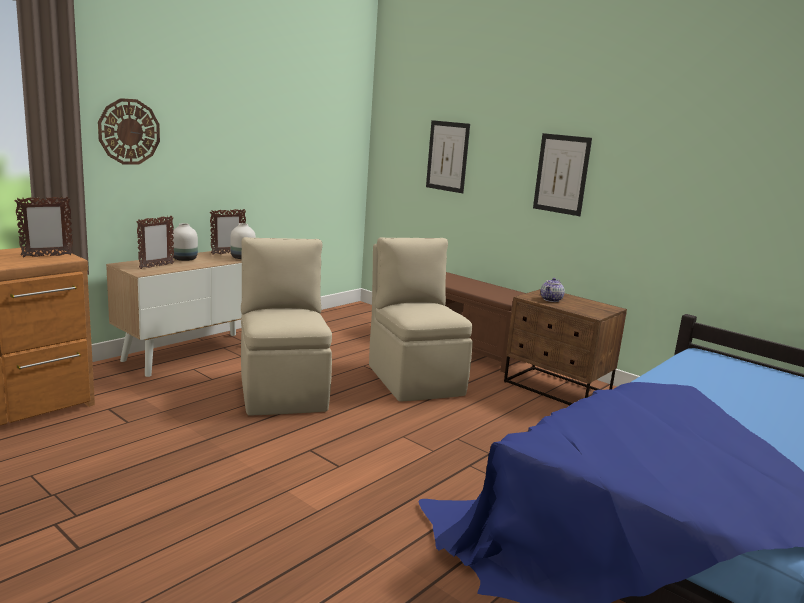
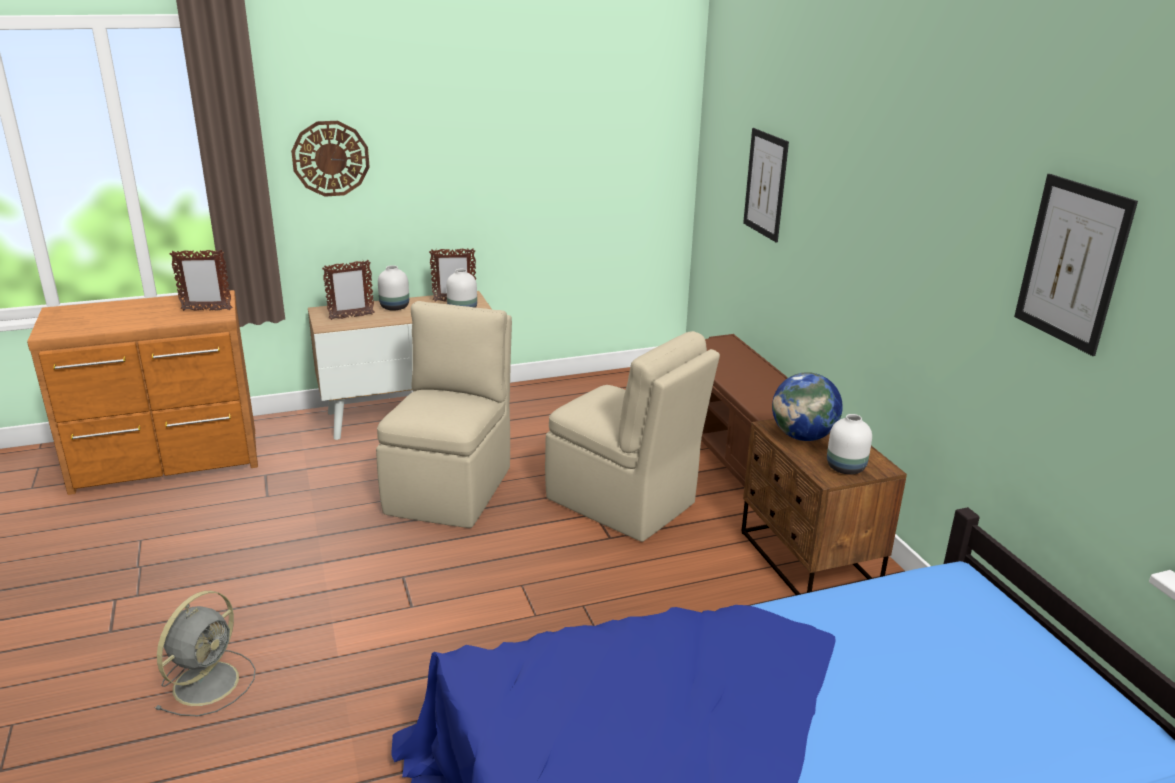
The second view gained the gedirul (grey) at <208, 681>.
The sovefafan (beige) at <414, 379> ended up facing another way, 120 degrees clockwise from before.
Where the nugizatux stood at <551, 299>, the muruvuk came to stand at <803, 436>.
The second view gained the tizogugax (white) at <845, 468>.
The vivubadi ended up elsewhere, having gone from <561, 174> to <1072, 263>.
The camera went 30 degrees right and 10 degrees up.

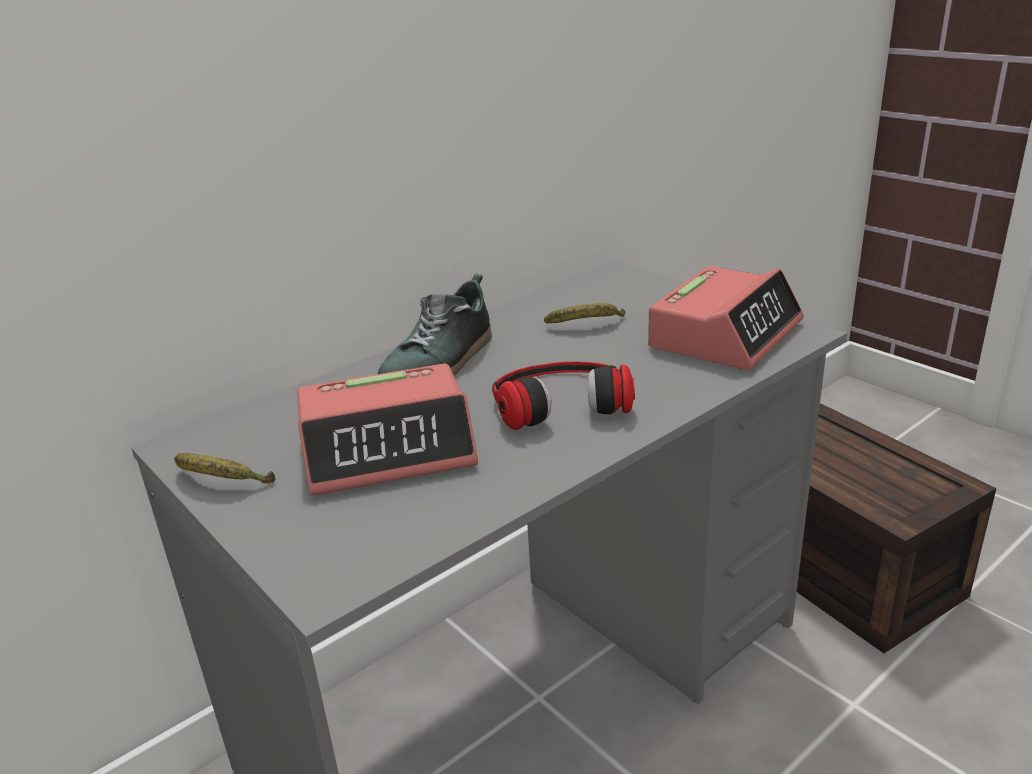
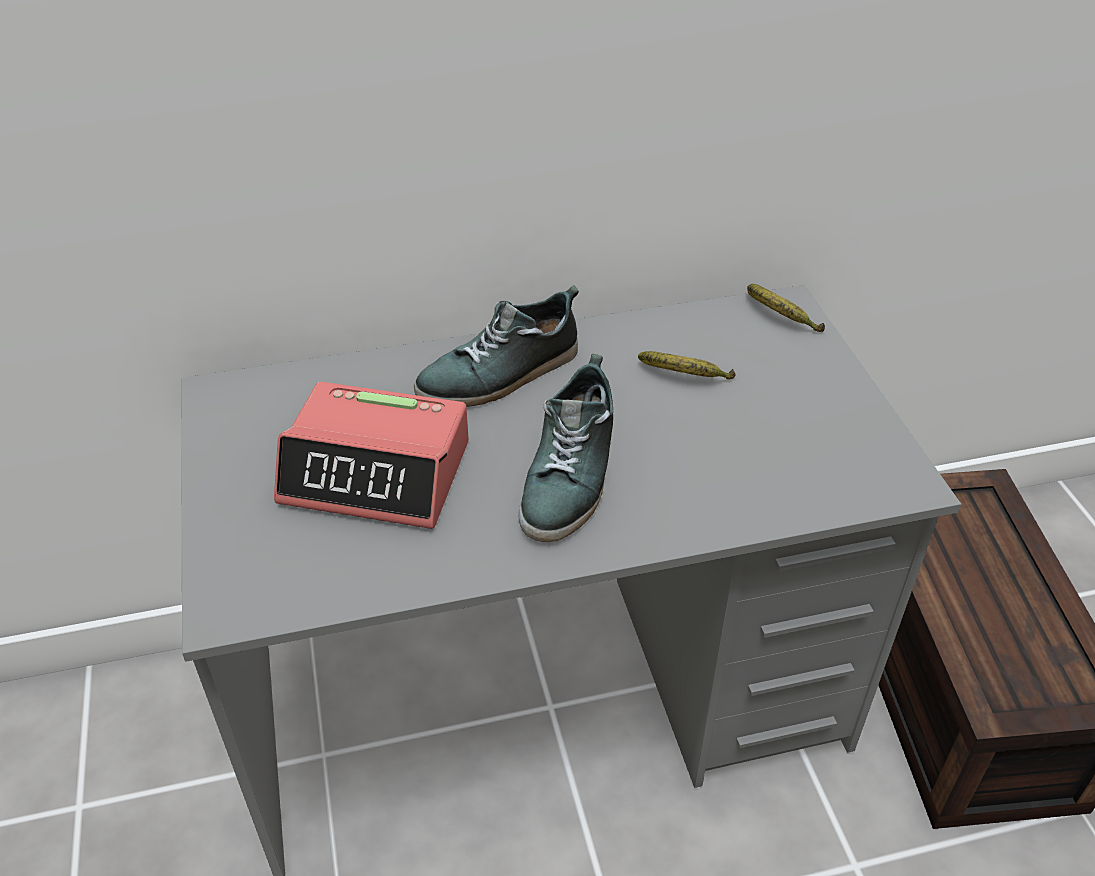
Where the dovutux stood at <559, 400>, the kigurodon came to stand at <571, 475>.
The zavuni ended up elsewhere, having gone from <221, 482> to <779, 317>.
The second view lost the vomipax at <725, 334>.
The camera went 25 degrees right and 15 degrees up.

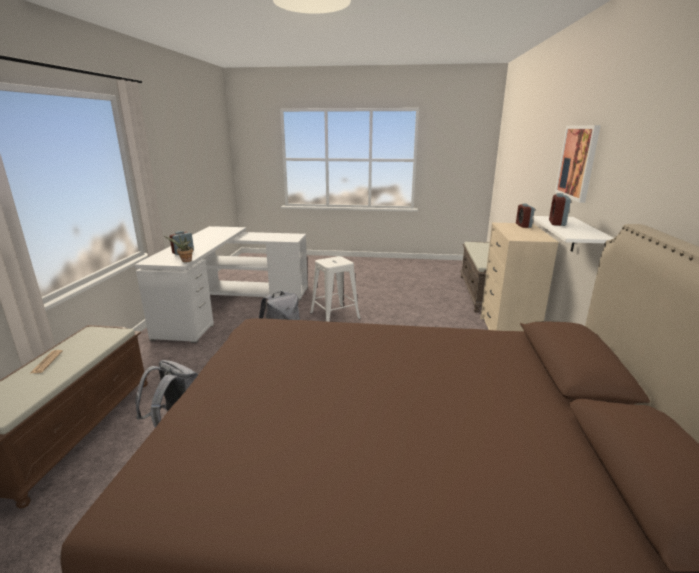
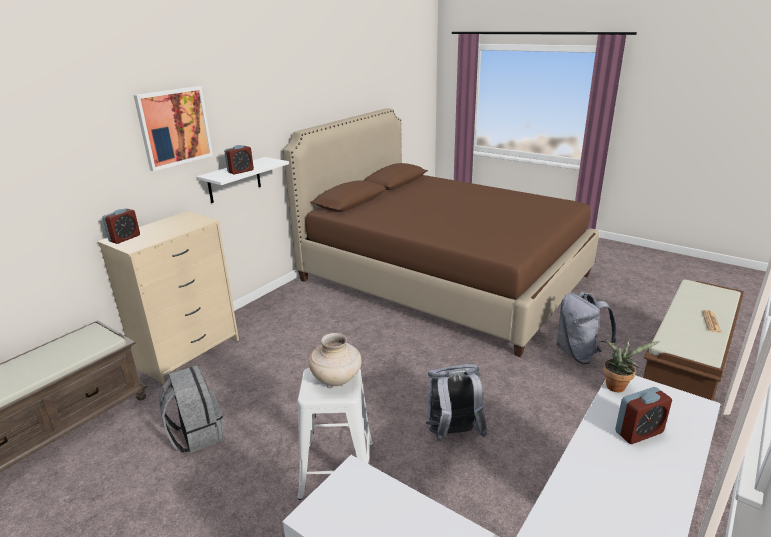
The second view gained the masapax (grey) at <196, 434>.
The second view gained the tizogugax (beige) at <336, 379>.
The camera went 150 degrees left and 5 degrees up.

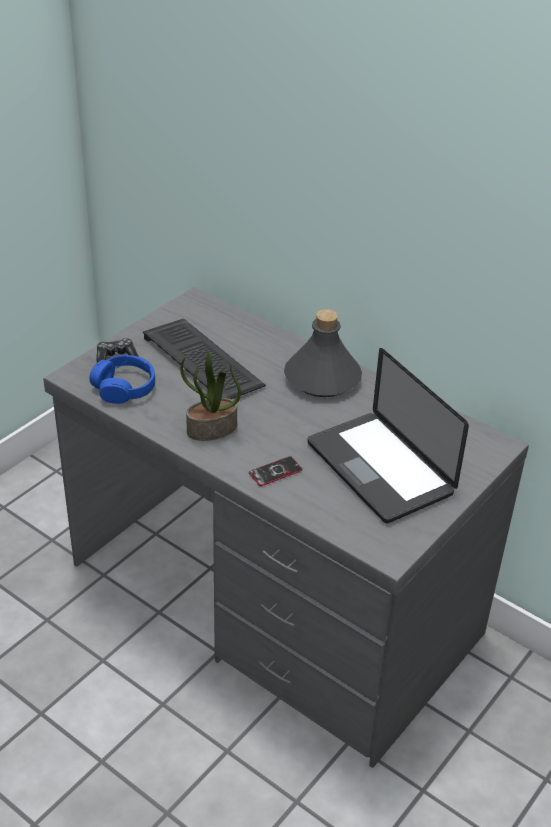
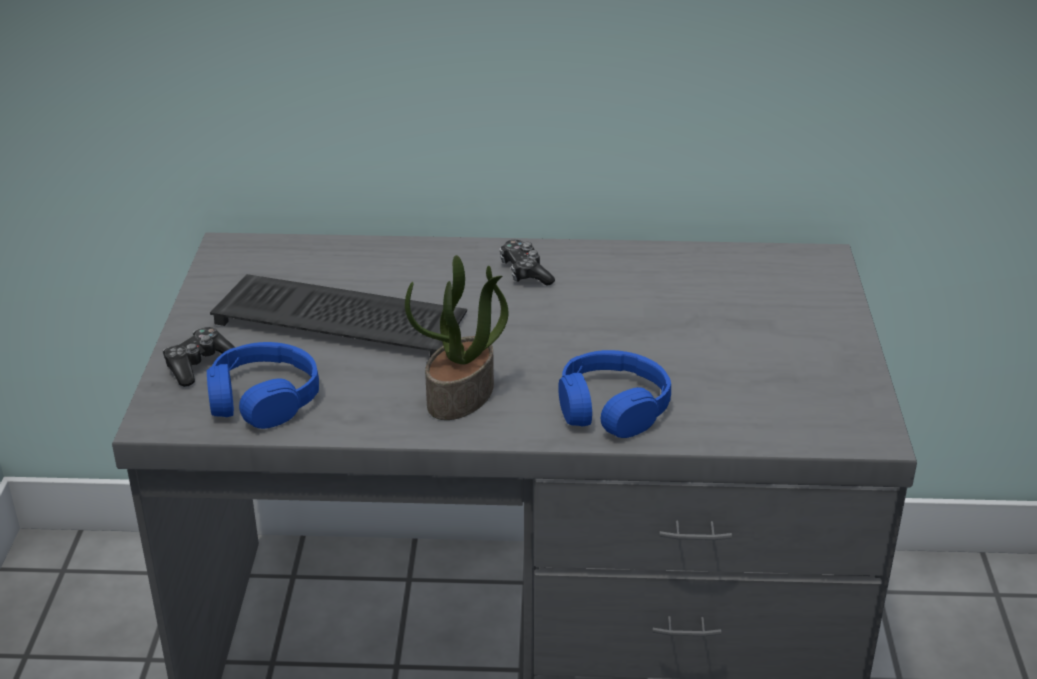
Where the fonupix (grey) stood at <322, 378>, the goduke came to stand at <525, 272>.
Where the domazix stood at <275, 472>, the dovutux (blue) came to stand at <612, 408>.
The second view lost the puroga at <379, 468>.
The camera went 35 degrees left and 5 degrees down.

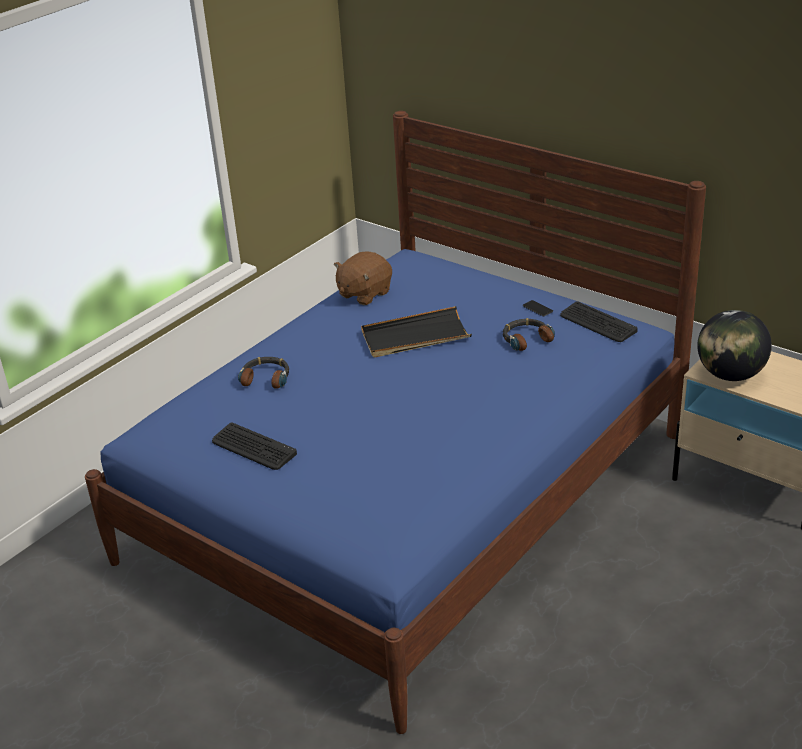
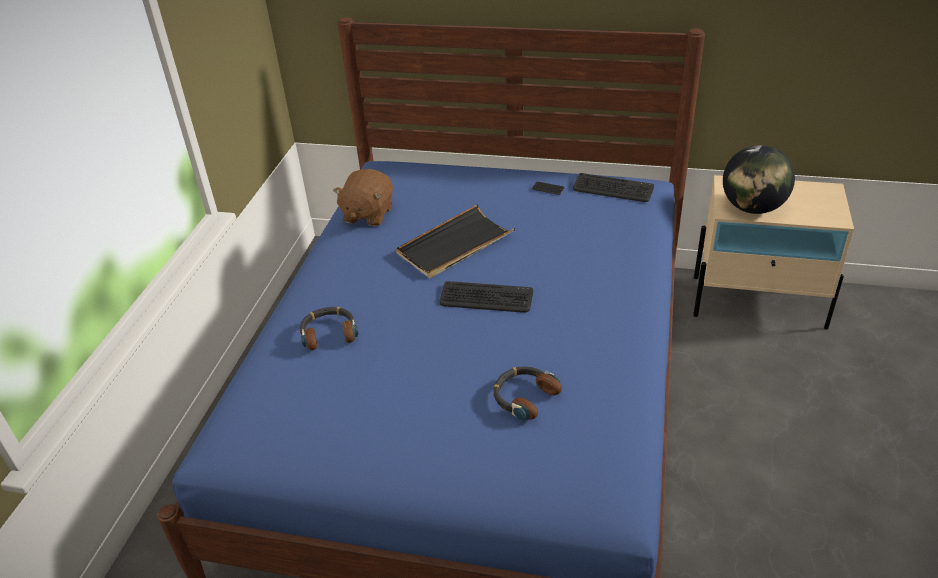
The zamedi ended up elsewhere, having gone from <253, 448> to <486, 298>.
The dovutux ended up elsewhere, having gone from <526, 339> to <524, 396>.
The camera went 25 degrees left and 5 degrees up.

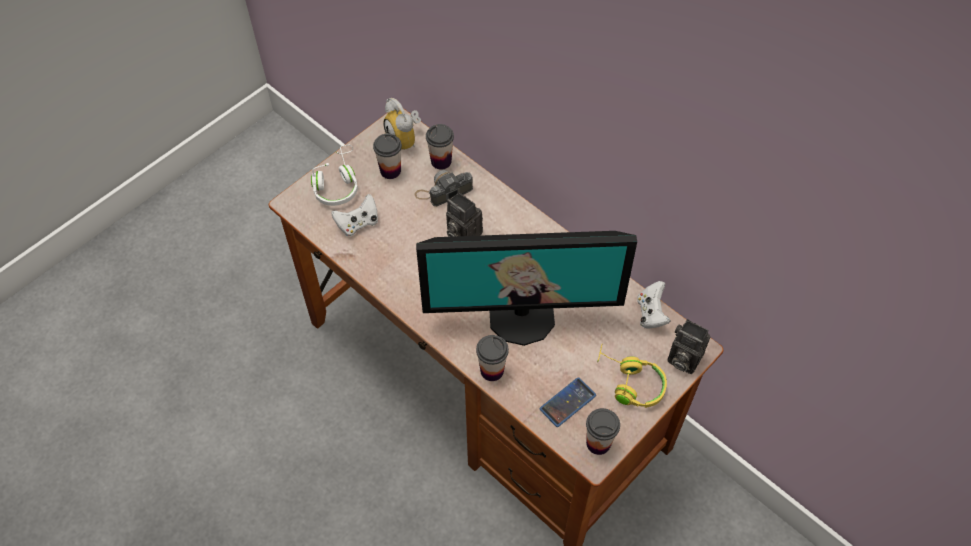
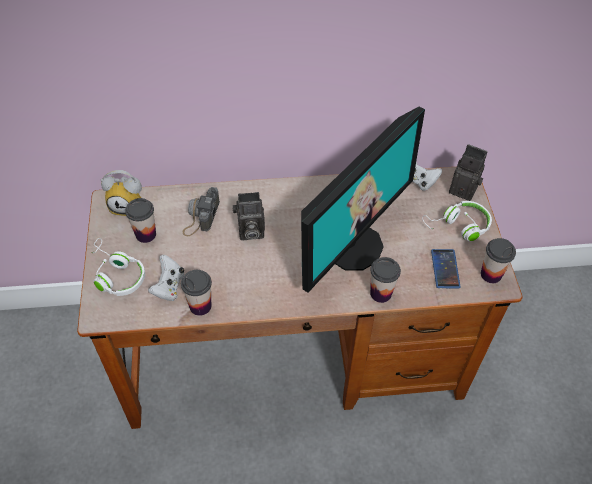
The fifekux ended up elsewhere, having gone from <441, 161> to <200, 306>.
What was the dovutux (yellow) at <629, 382> turned into the dovutux (white) at <458, 226>.
The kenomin at <682, 359> ended up facing another way, 135 degrees counterclockwise from before.
The camera went 50 degrees left and 5 degrees down.

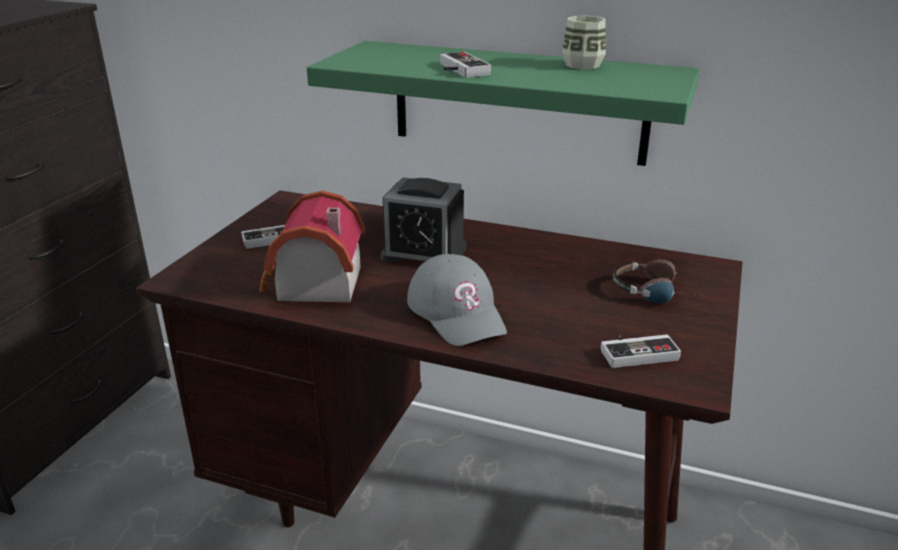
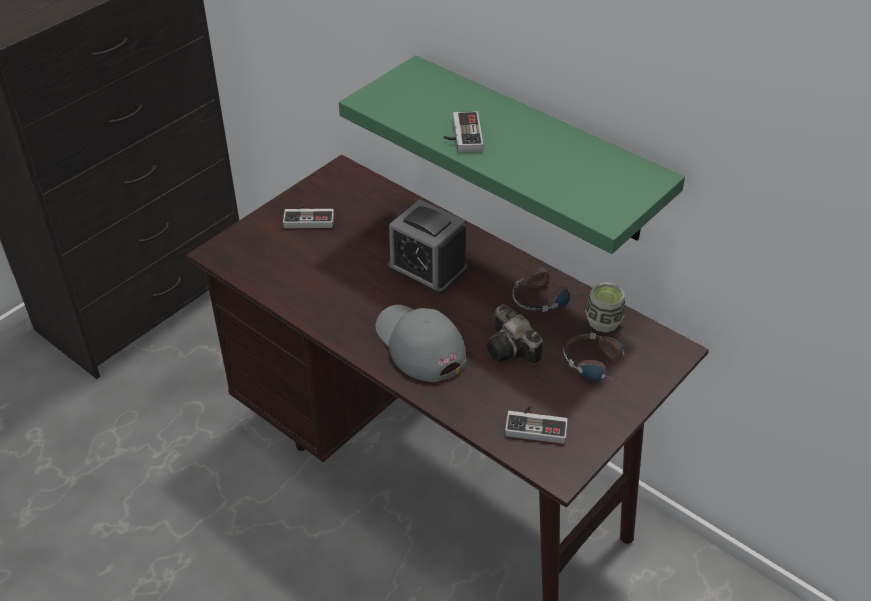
The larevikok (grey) at <457, 312> ended up facing another way, 150 degrees clockwise from before.
The second view gained the kenomin at <512, 350>.
The second view gained the dovutux at <546, 296>.
The fifekux ended up elsewhere, having gone from <582, 65> to <603, 322>.
The second view lost the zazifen at <313, 284>.
The camera went 20 degrees right and 15 degrees up.

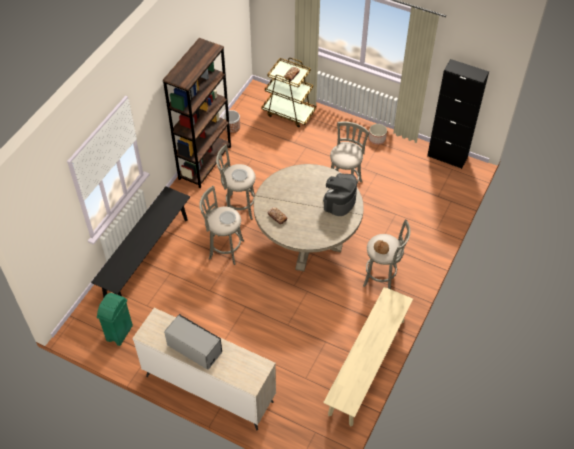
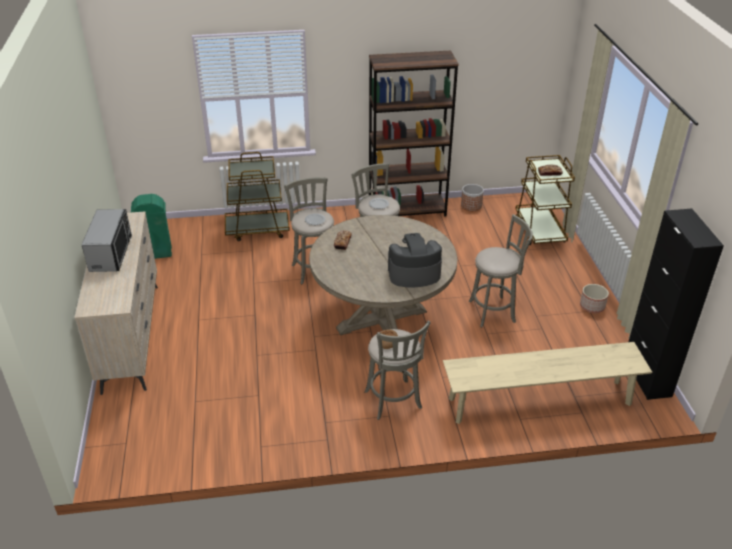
Where the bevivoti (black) stood at <147, 257>, the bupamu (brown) came to stand at <258, 229>.
The bevivoti (beige) ended up elsewhere, having gone from <367, 366> to <539, 401>.
The camera went 55 degrees right and 15 degrees down.

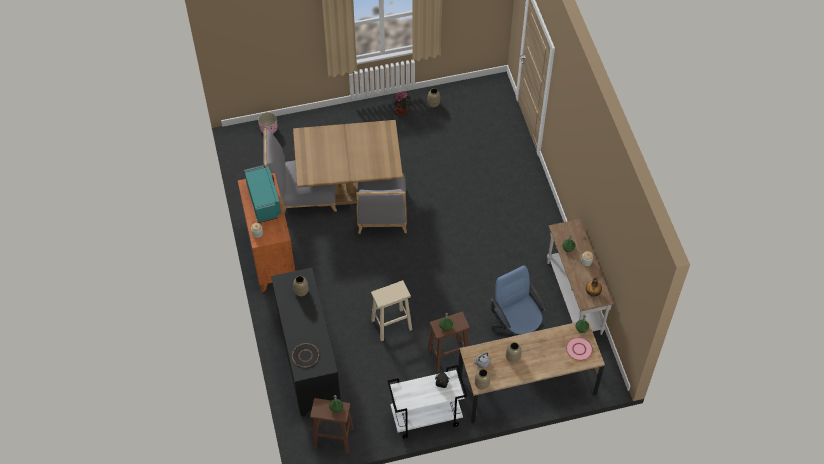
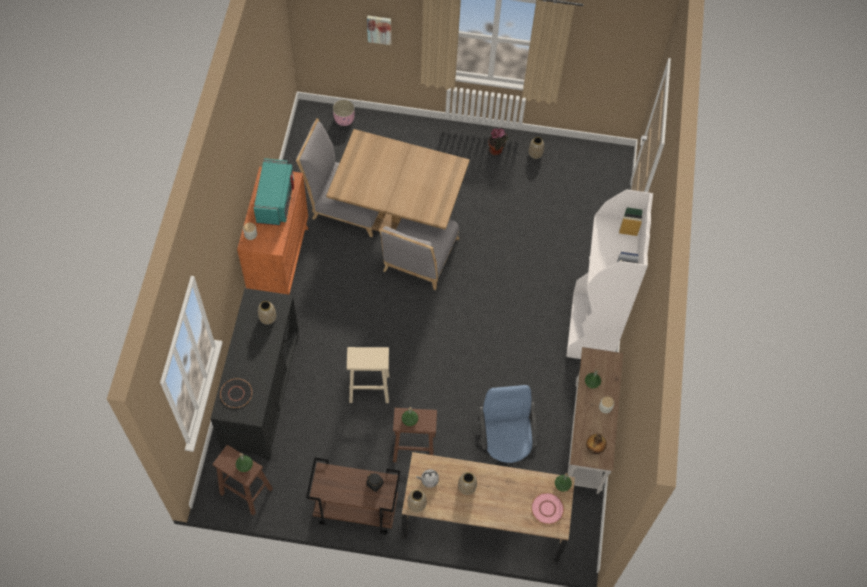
What was the bupamu (white) at <425, 418> turned into the bupamu (brown) at <355, 510>.
The second view gained the vivubadi at <379, 29>.
The second view gained the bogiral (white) at <592, 328>.
The camera went 20 degrees right and 5 degrees up.

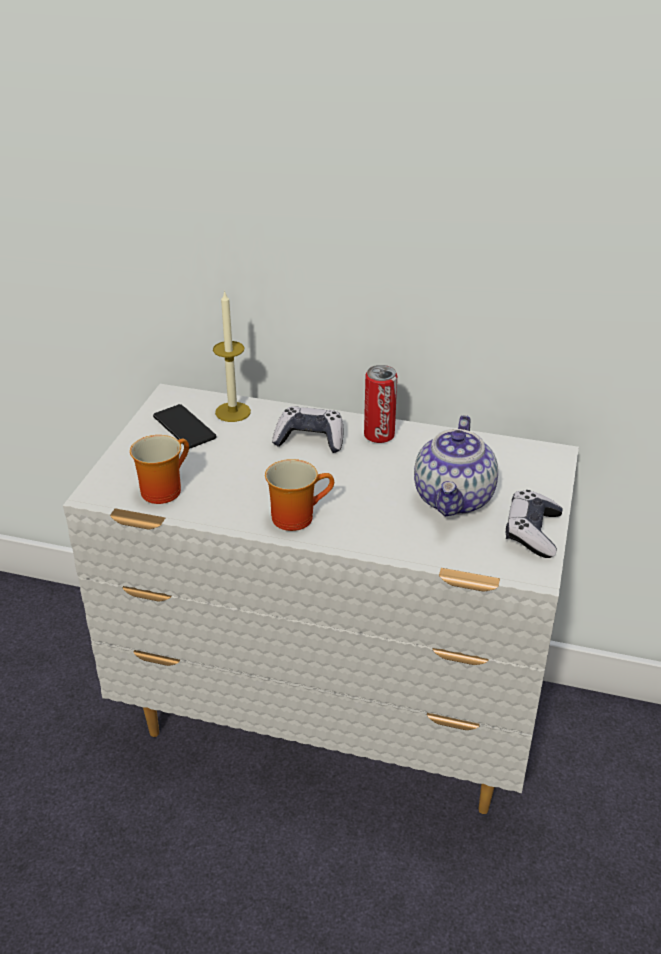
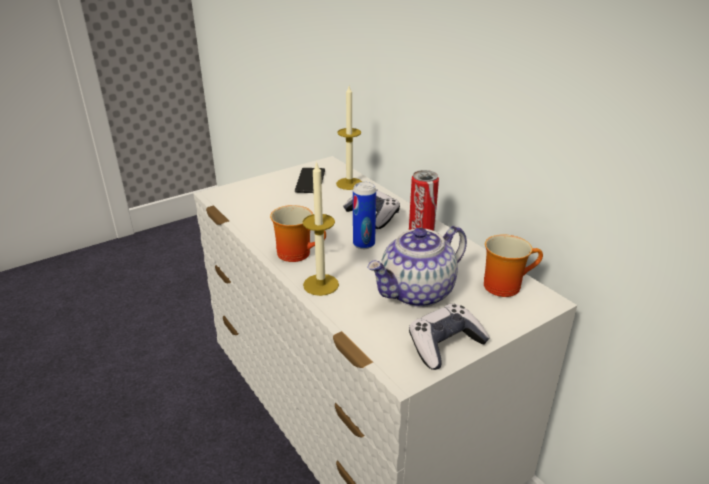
The second view gained the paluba at <321, 284>.
The second view gained the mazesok at <364, 244>.
The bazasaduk ended up elsewhere, having gone from <162, 488> to <504, 284>.
The camera went 40 degrees right and 5 degrees down.

